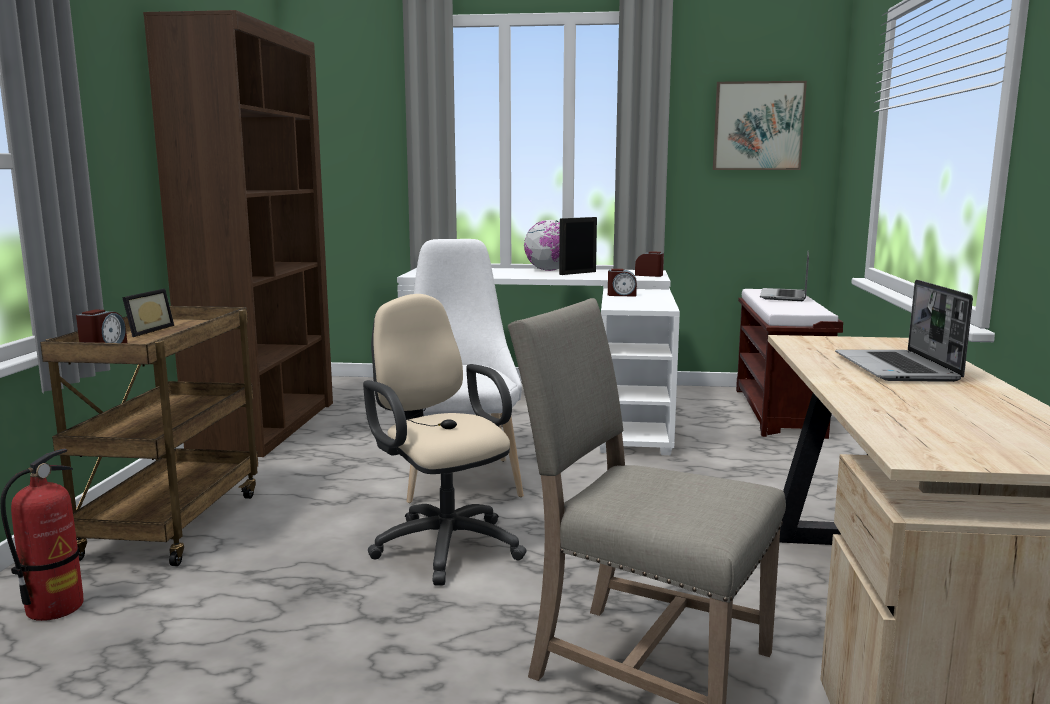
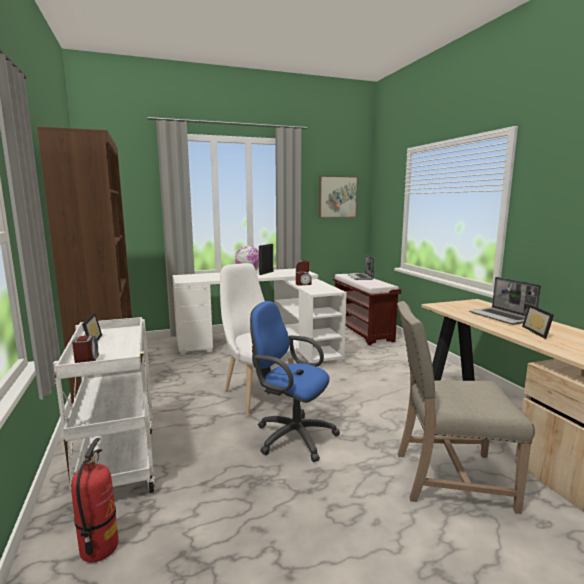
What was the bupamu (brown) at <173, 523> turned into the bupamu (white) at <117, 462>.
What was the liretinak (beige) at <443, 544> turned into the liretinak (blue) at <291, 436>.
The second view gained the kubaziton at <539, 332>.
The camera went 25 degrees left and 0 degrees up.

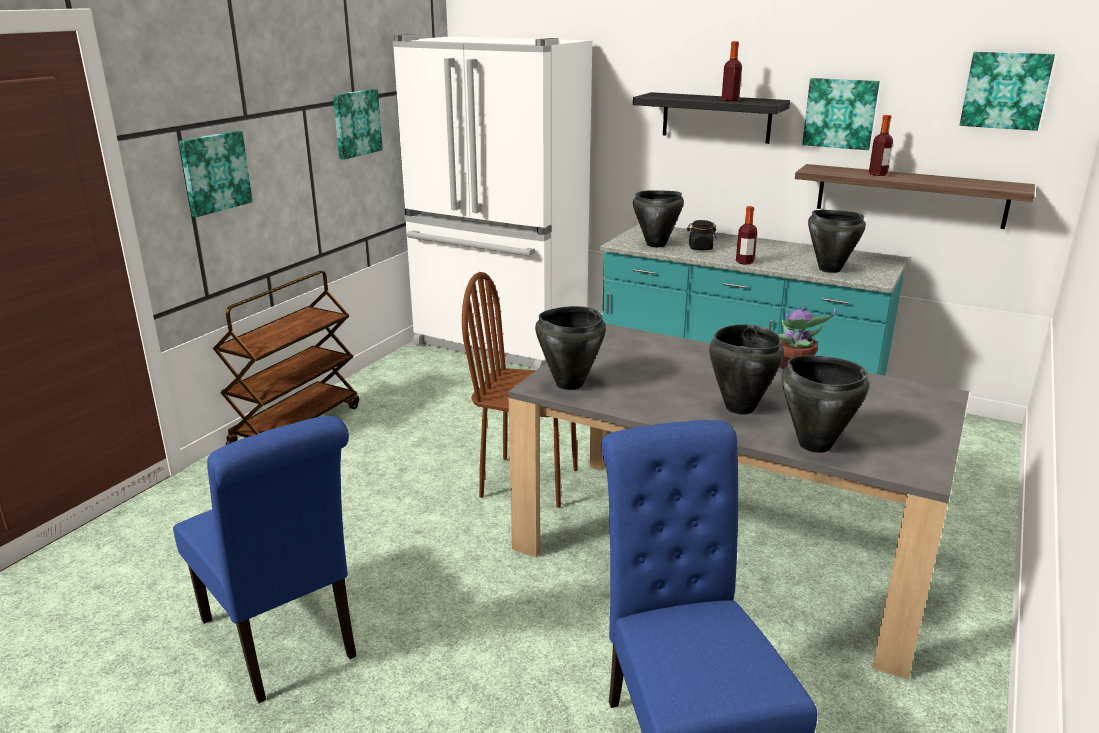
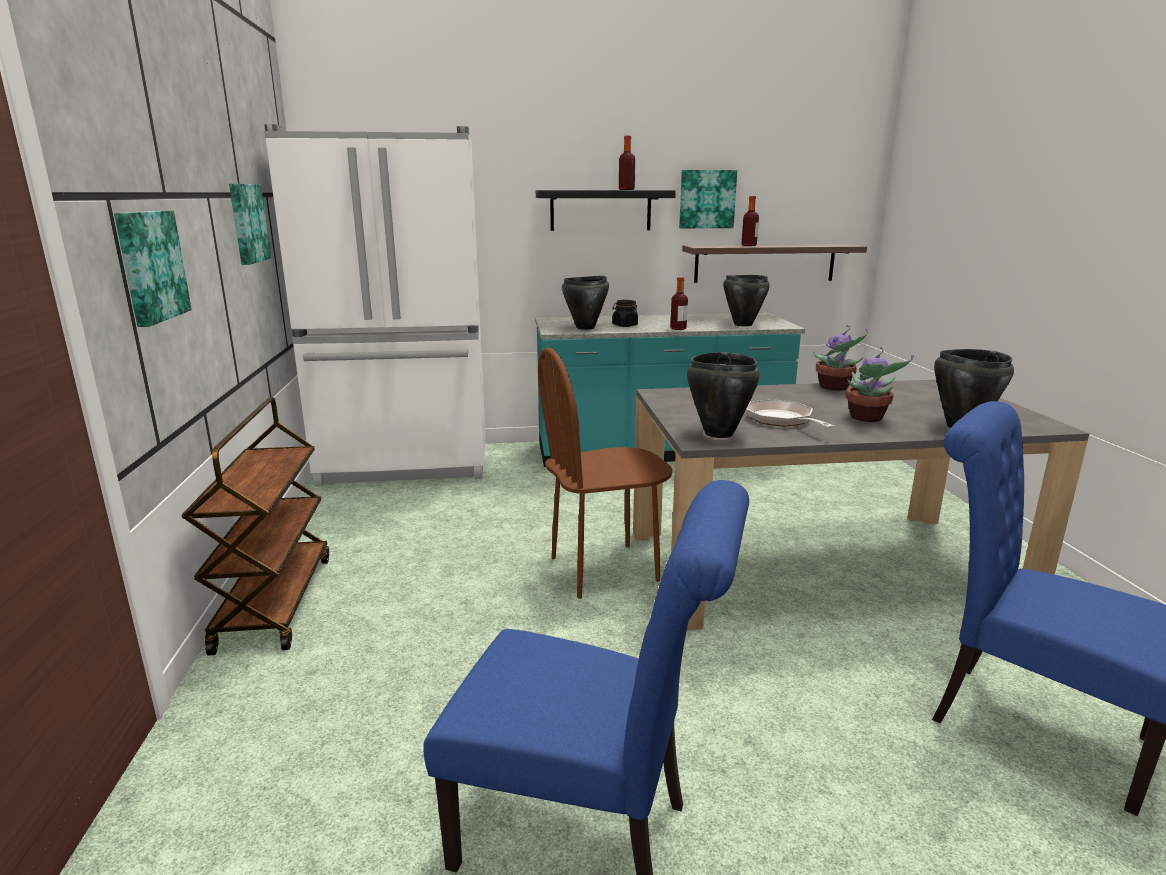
The second view gained the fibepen at <782, 420>.
Where the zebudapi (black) stood at <739, 408>, the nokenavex came to stand at <867, 418>.
The second view lost the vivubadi at <1005, 90>.
The camera went 35 degrees left and 5 degrees down.

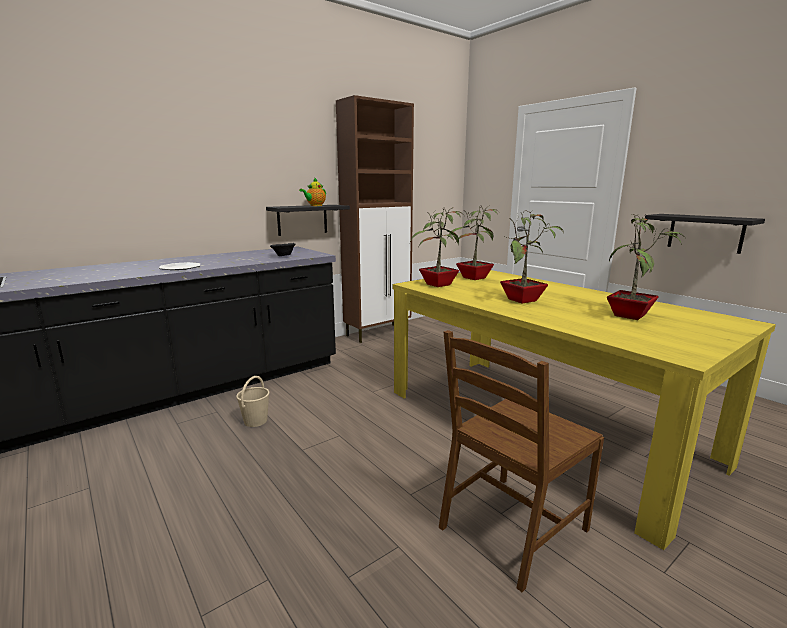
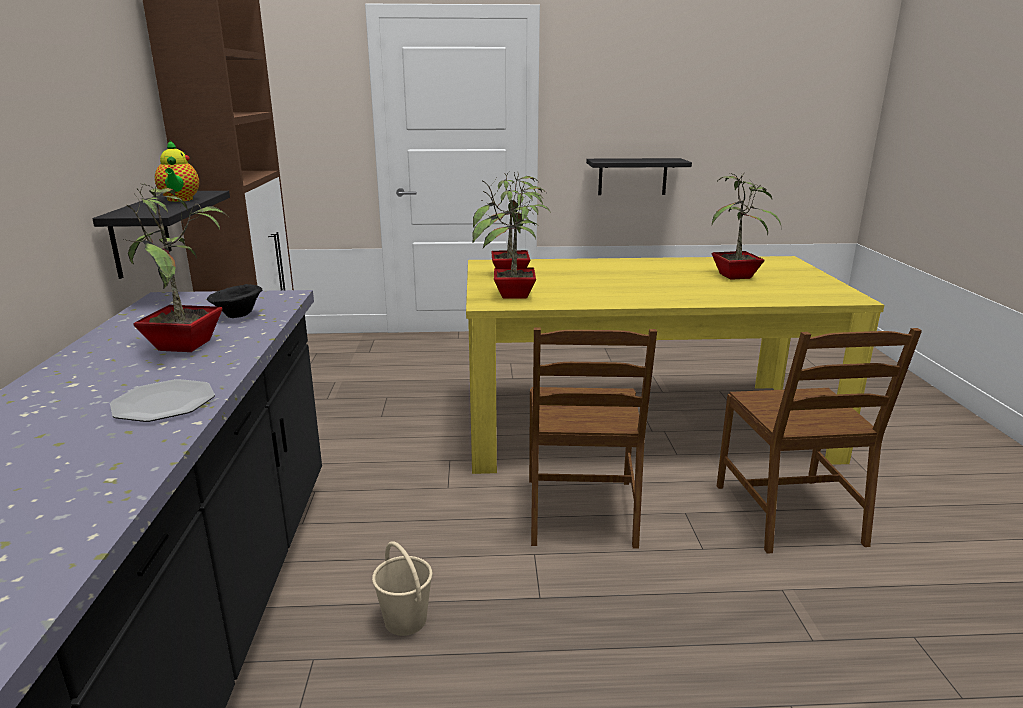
The nokenavex ended up elsewhere, having gone from <523, 301> to <188, 346>.
The second view gained the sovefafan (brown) at <582, 512>.
The camera went 55 degrees left and 5 degrees up.

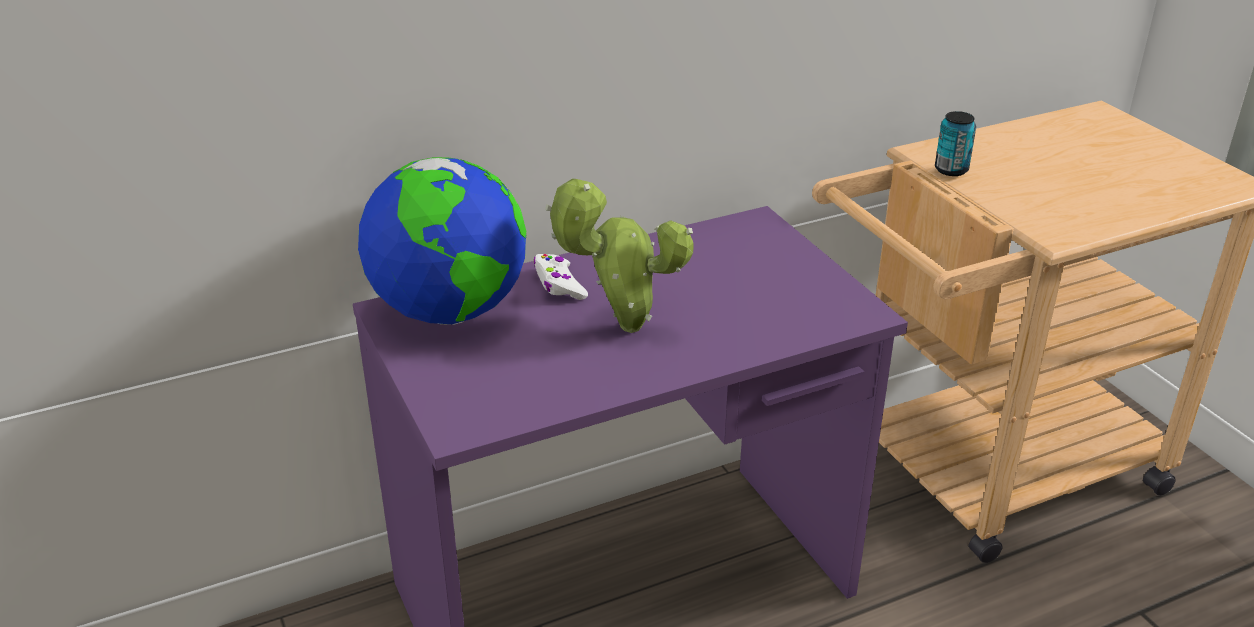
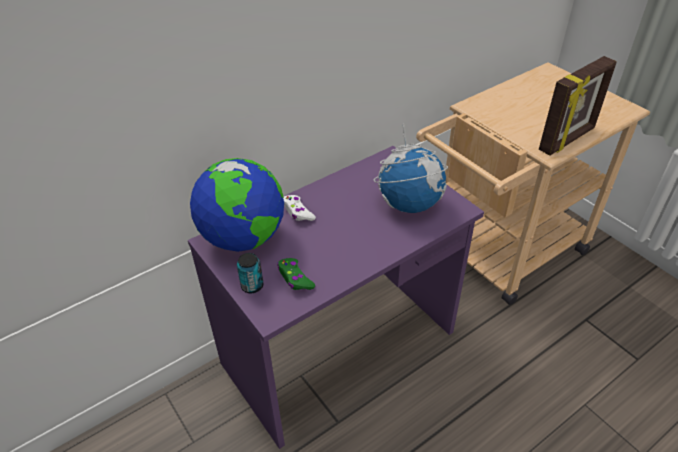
The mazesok ended up elsewhere, having gone from <951, 170> to <252, 286>.
The second view gained the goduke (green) at <295, 278>.
The second view gained the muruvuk at <409, 203>.
The second view gained the kubaziton at <567, 140>.
The second view lost the nokenavex at <622, 327>.
The camera went 10 degrees left and 10 degrees up.

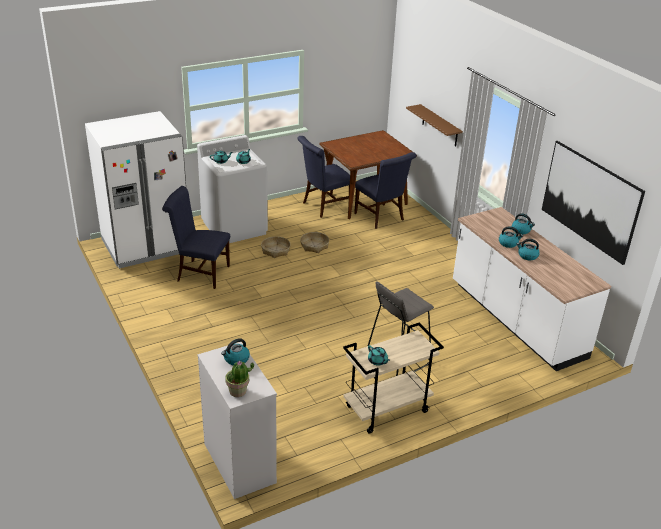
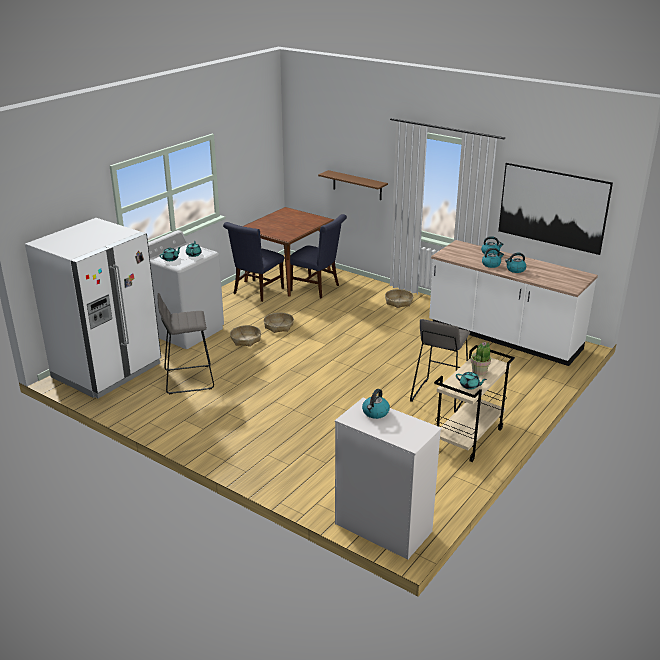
Where the sovefafan (blue) stood at <200, 273>, the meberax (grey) came to stand at <188, 379>.
The second view gained the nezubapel at <399, 302>.
The nokenavex ended up elsewhere, having gone from <238, 391> to <479, 371>.
The camera went 25 degrees left and 5 degrees down.

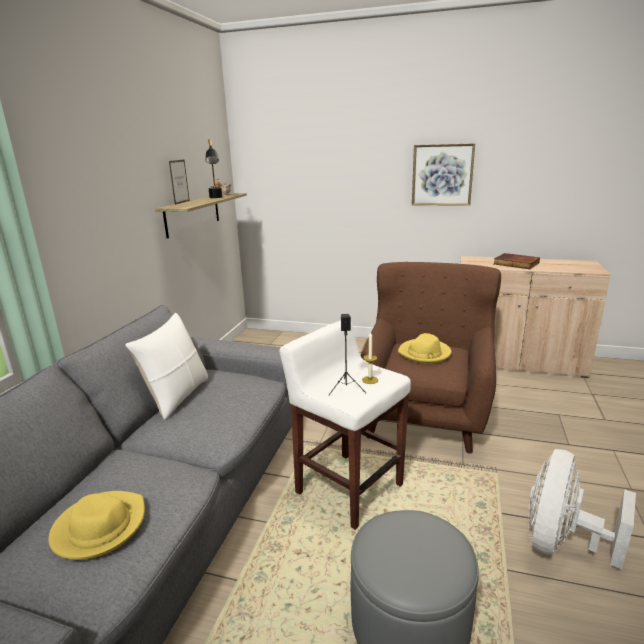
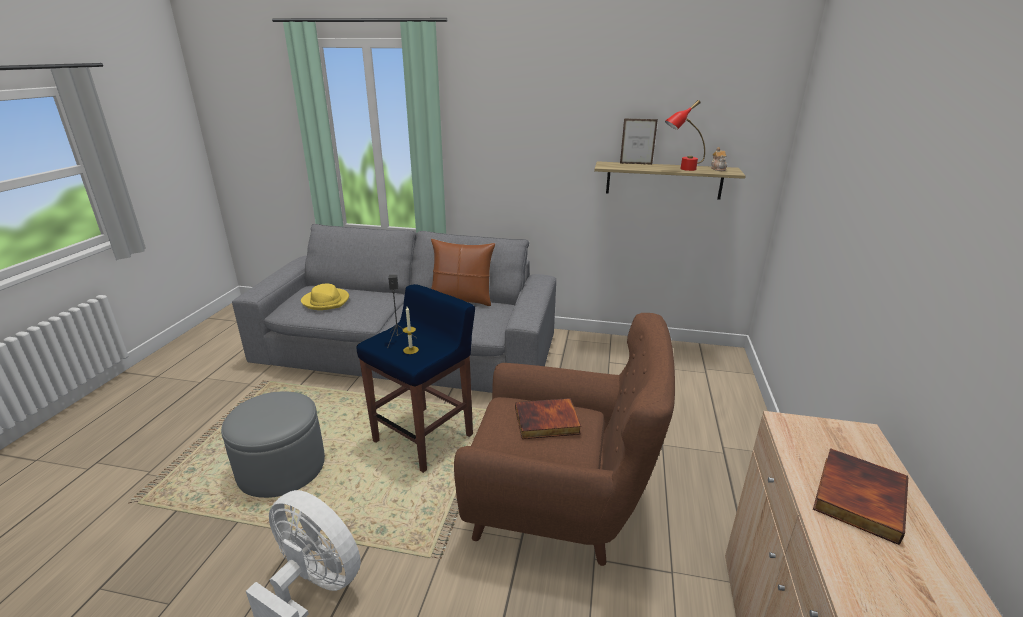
What was the meberax (white) at <348, 487> turned into the meberax (blue) at <425, 437>.
What was the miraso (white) at <177, 397> turned into the miraso (brown) at <461, 299>.
Where the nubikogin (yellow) stood at <424, 353>, the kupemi came to stand at <546, 422>.
What was the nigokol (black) at <216, 198> turned into the nigokol (red) at <681, 169>.
The second view lost the vivubadi at <442, 175>.
The camera went 85 degrees right and 5 degrees up.

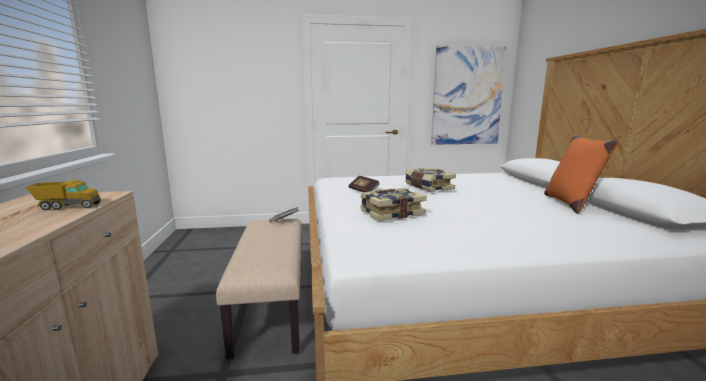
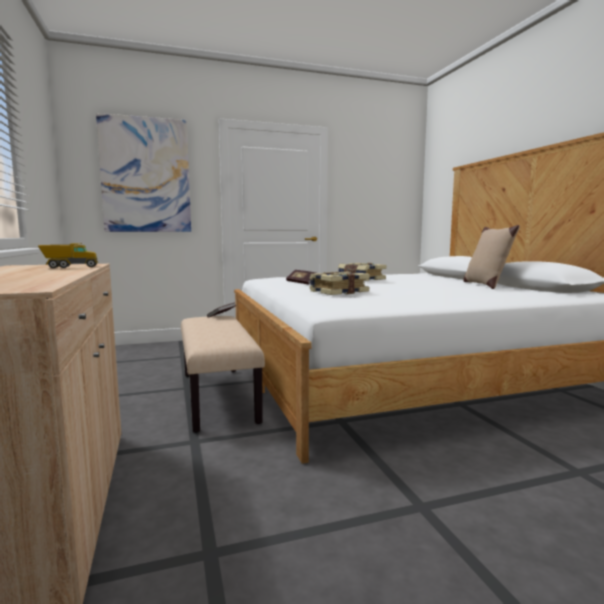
The vivubadi ended up elsewhere, having gone from <467, 96> to <146, 175>.
What was the miraso (orange) at <570, 203> turned into the miraso (beige) at <486, 285>.
The camera went 10 degrees left and 5 degrees down.

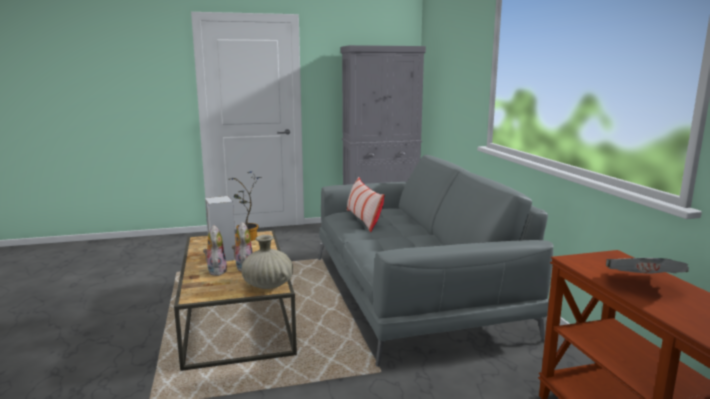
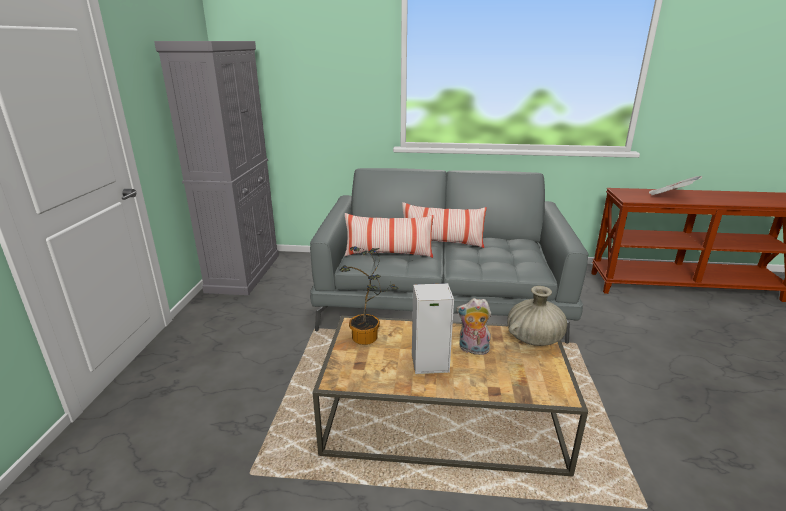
The second view gained the miraso at <442, 243>.
The second view lost the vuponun at <216, 271>.
The camera went 70 degrees left and 10 degrees up.

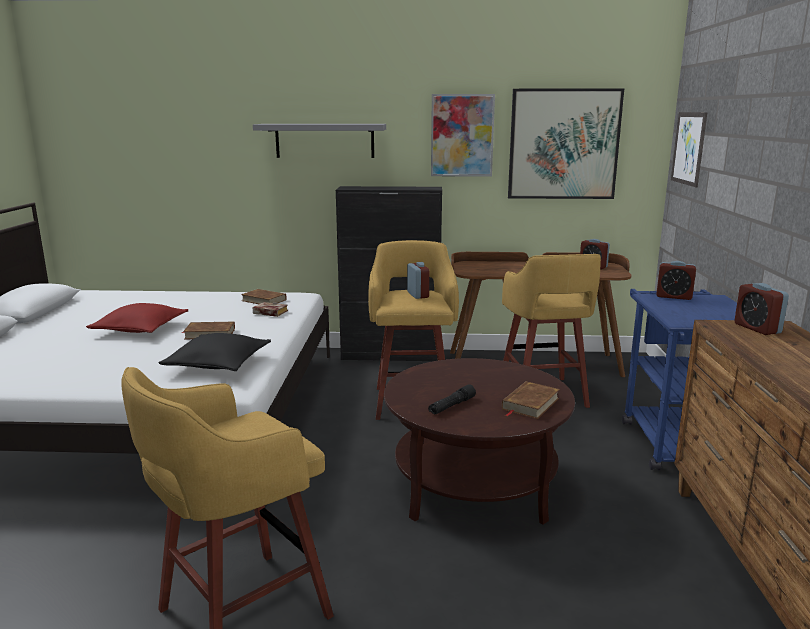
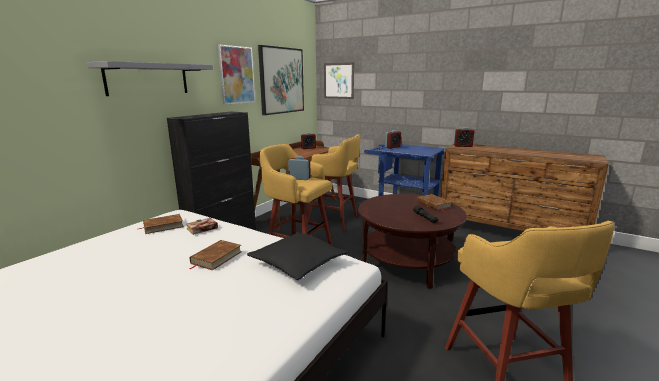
The second view lost the miraso (red) at <140, 329>.
The camera went 60 degrees left and 0 degrees up.

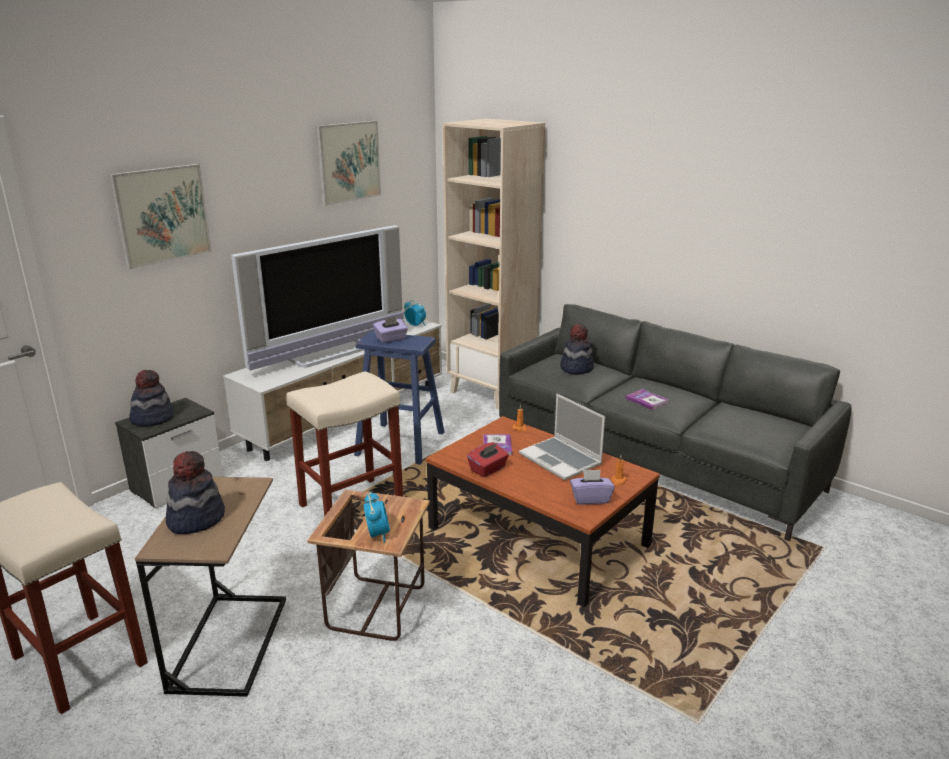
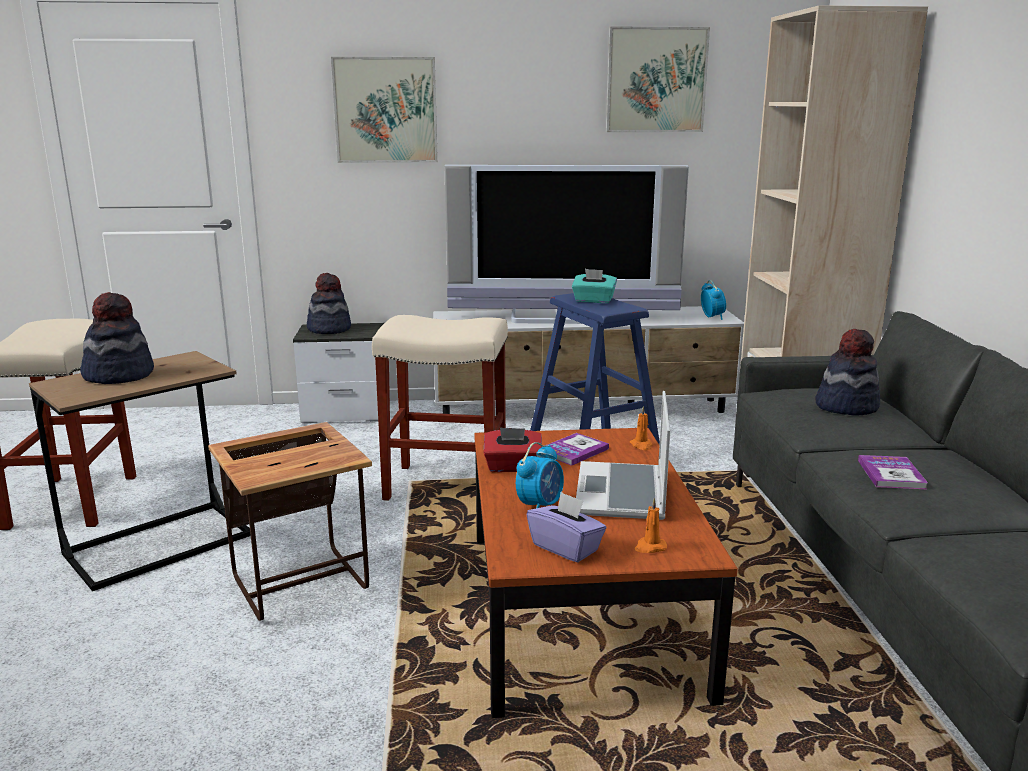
The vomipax ended up elsewhere, having gone from <377, 534> to <540, 506>.
What was the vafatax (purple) at <391, 339> turned into the vafatax (turquoise) at <593, 300>.
The camera went 45 degrees right and 5 degrees down.

